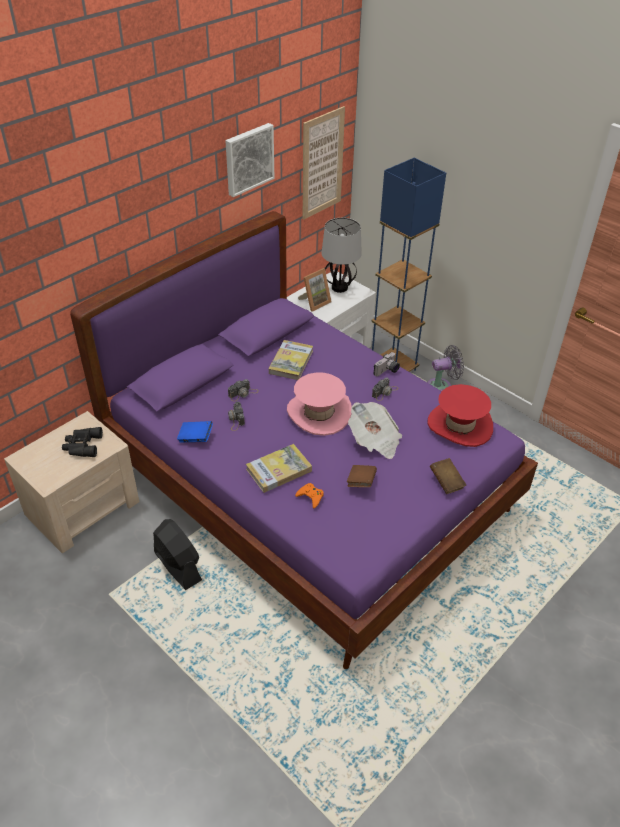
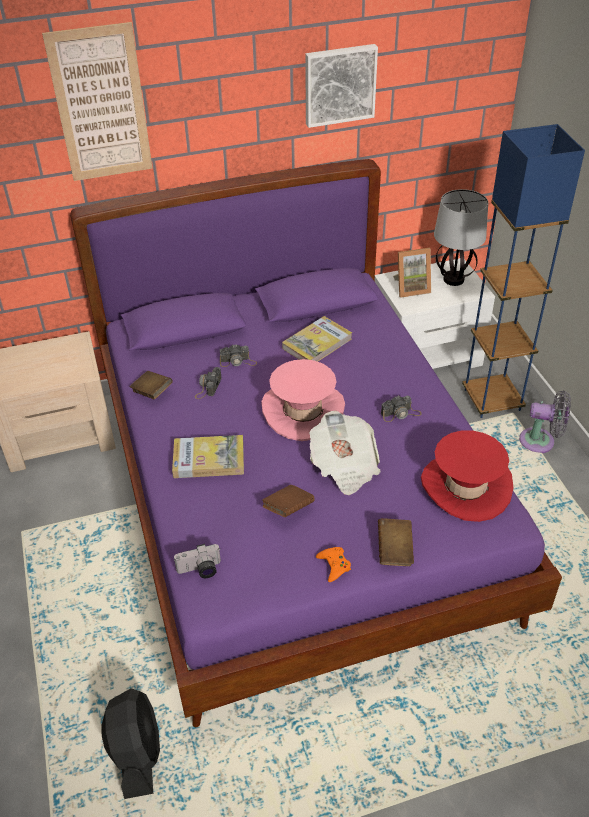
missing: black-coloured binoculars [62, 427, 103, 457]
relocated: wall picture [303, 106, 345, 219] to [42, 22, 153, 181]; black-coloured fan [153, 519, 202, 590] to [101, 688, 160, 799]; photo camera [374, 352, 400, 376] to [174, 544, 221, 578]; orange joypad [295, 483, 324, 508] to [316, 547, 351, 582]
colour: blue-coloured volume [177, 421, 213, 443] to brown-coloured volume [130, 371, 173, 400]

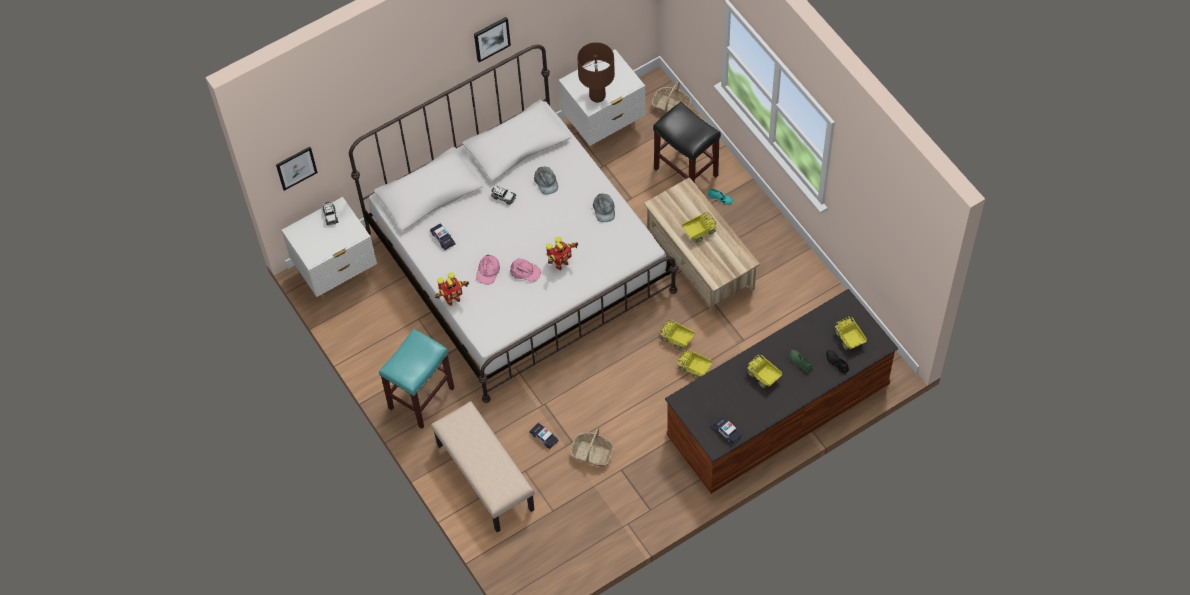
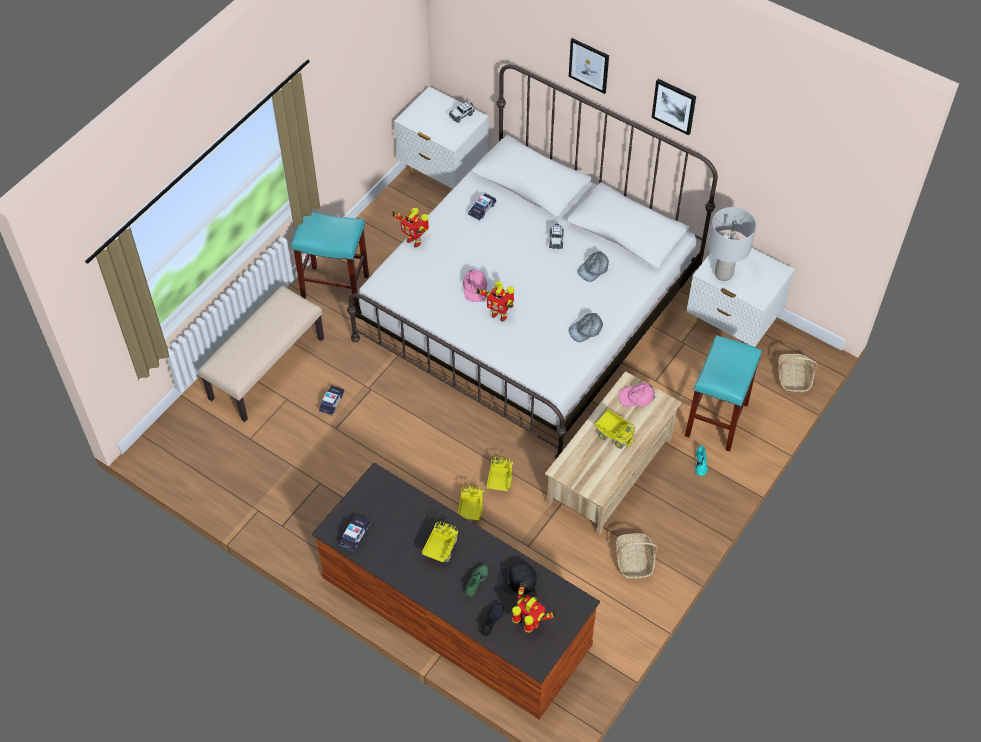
appeared: black-coloured baseball cap [497, 563, 537, 594]
relocated: wall picture [276, 147, 318, 191] to [569, 38, 609, 94]; basket [571, 428, 614, 467] to [616, 533, 658, 579]; pinkish baseball cap [476, 254, 500, 285] to [619, 383, 655, 407]
exchanged: toy truck [835, 316, 867, 350] to toy robot [512, 583, 556, 632]
colour: black-coloured sitting stool [653, 102, 721, 183] to turquoise-coloured sitting stool [685, 335, 762, 452]; brown-coloured tabletop lamp [577, 42, 615, 103] to gray tabletop lamp [708, 207, 756, 281]

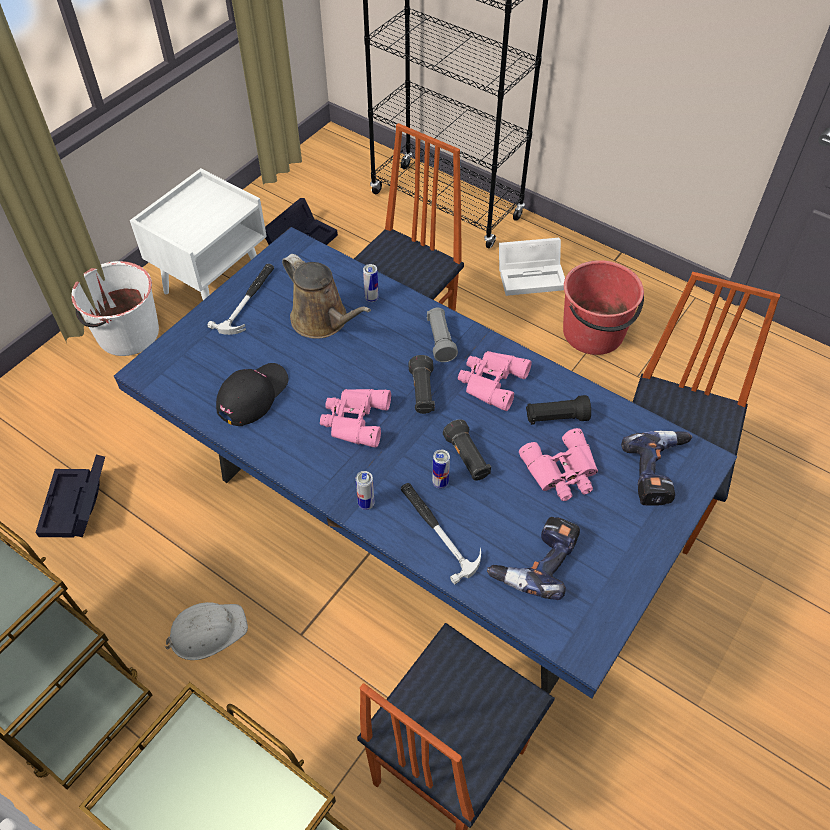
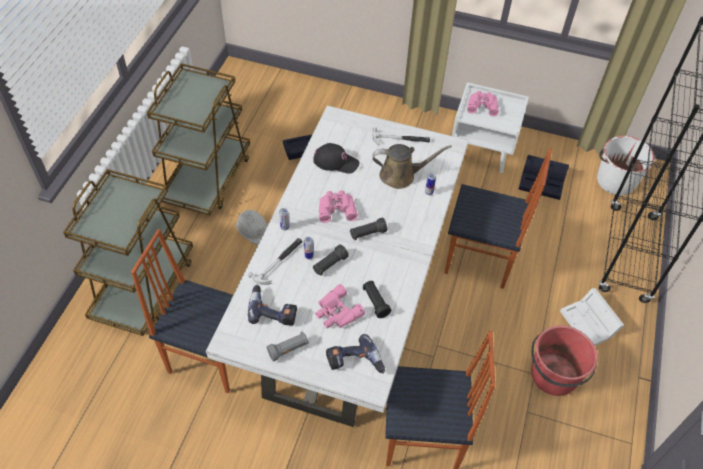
relocated: gray torch [427, 308, 458, 362] to [267, 331, 309, 361]; pinkish binoculars [458, 351, 532, 411] to [467, 91, 499, 116]; whitish pail [71, 261, 159, 356] to [597, 136, 655, 195]
colour: blue-coloured dining table [114, 227, 737, 699] to whitish dining table [206, 106, 469, 427]
spun: brown-coloured watering pot [282, 254, 371, 339] = [372, 144, 452, 189] 120 degrees counterclockwise

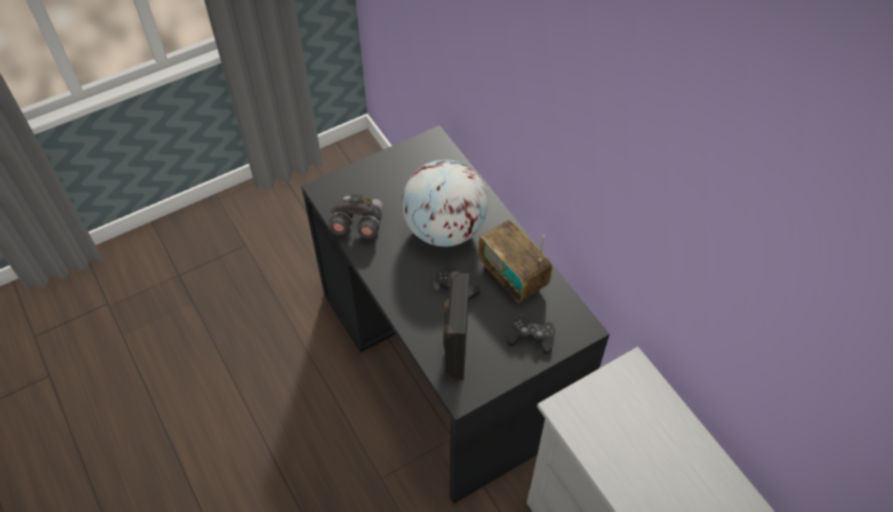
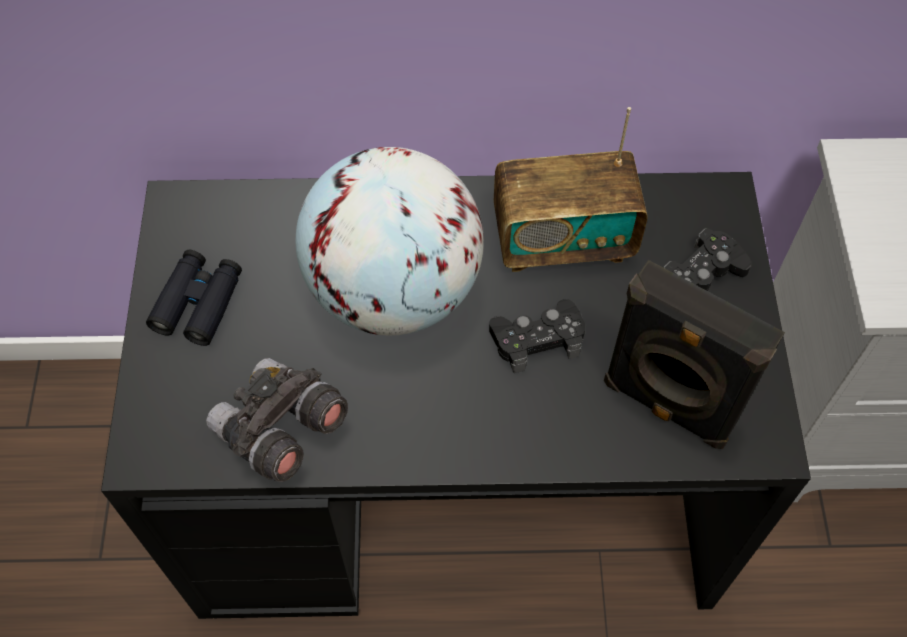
appeared: black-coloured binoculars [146, 250, 242, 346]

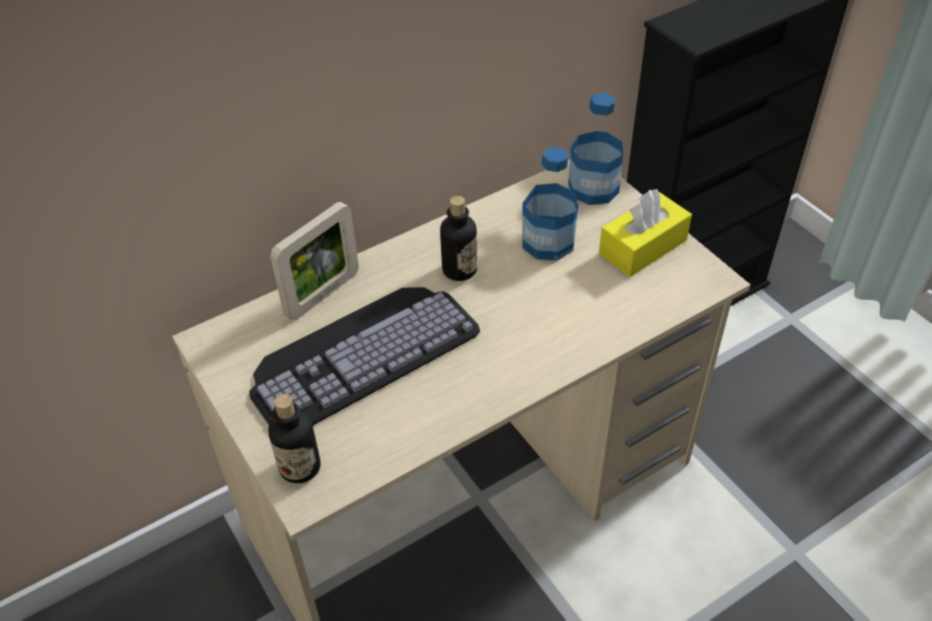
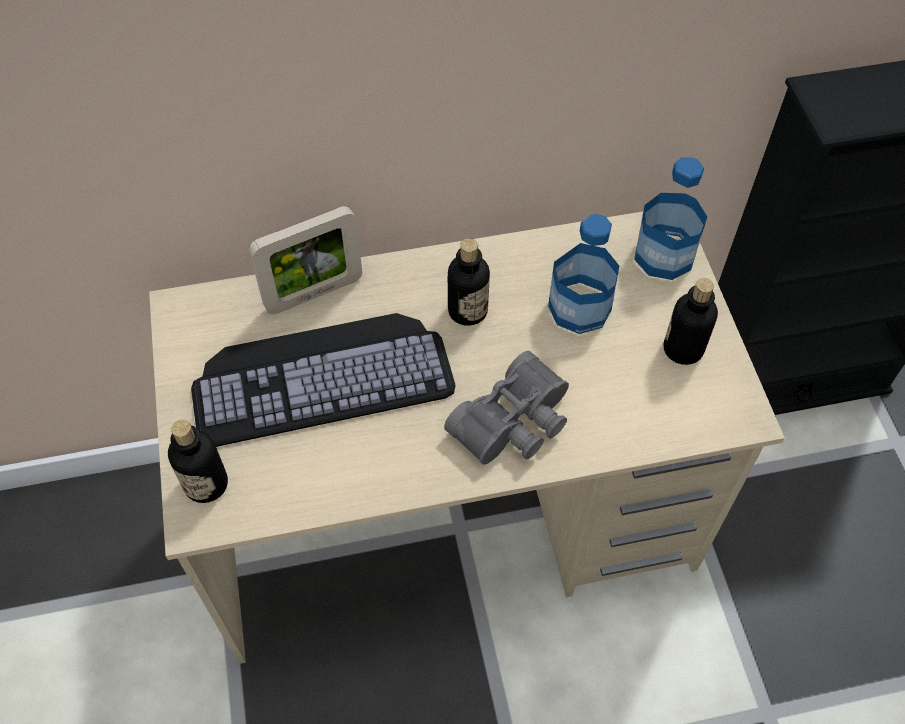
appeared: gray binoculars [444, 351, 569, 465]
exchanged: yellow box of tissues [599, 189, 692, 277] to beverage bottle [664, 278, 718, 365]

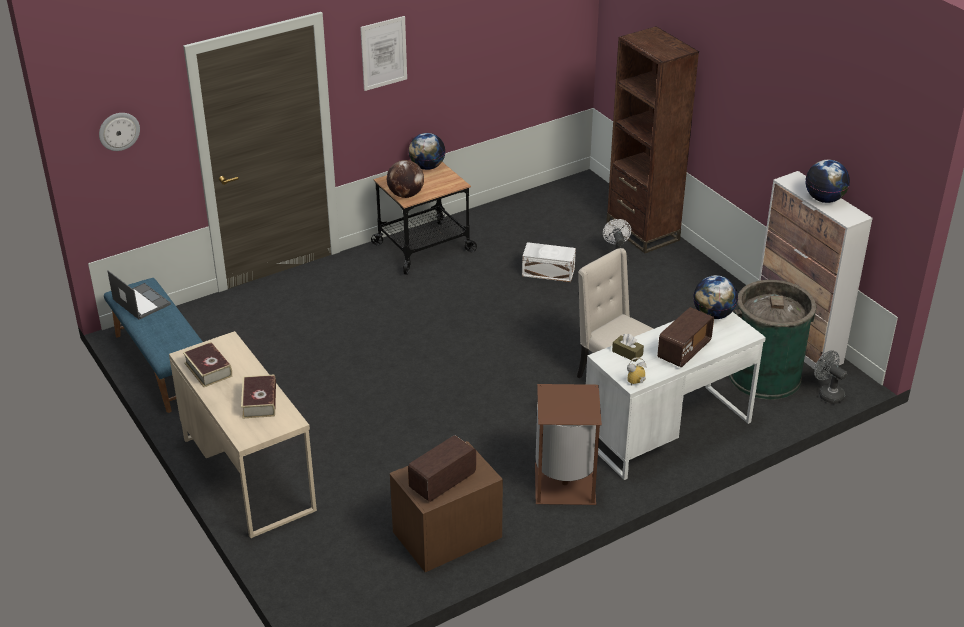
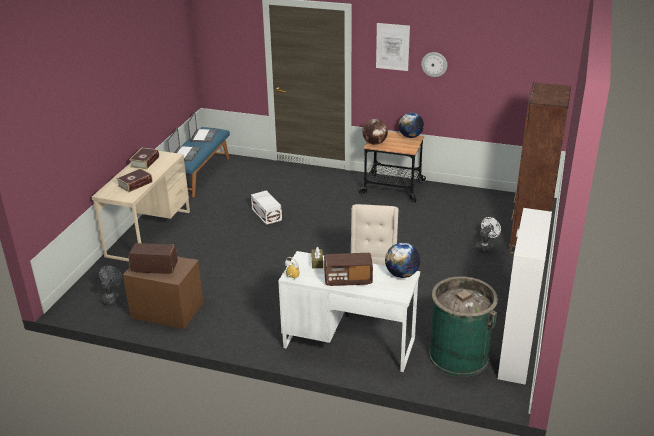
missing: brown-coloured rubbish bin [535, 384, 602, 505]; globe [806, 160, 850, 203]
appeared: laptop [167, 128, 201, 161]
relocated: gray fan [814, 350, 847, 404] to [99, 266, 122, 305]; whitish storage box [522, 242, 576, 282] to [251, 190, 282, 225]; clock on the wall [99, 113, 140, 151] to [421, 52, 447, 77]

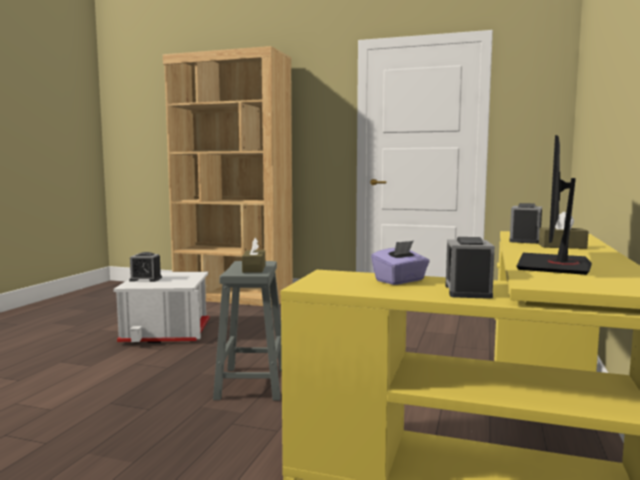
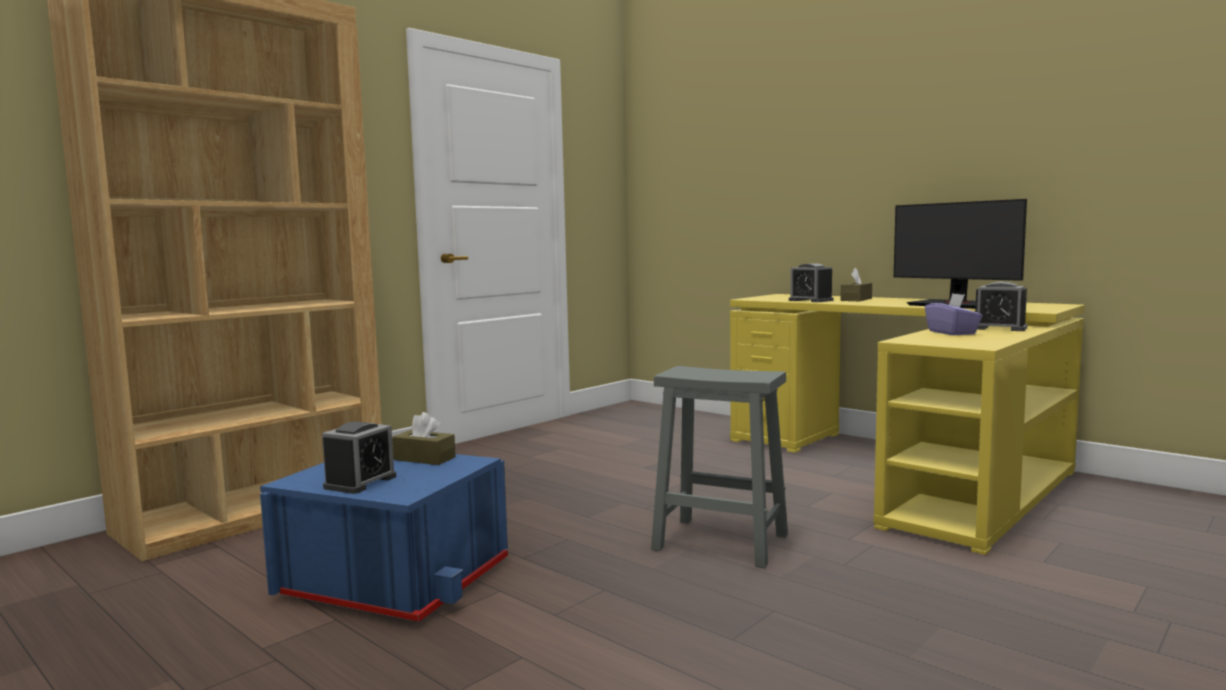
relocated: brown-coloured box of tissues [242, 238, 265, 273] to [392, 412, 456, 465]
colour: whitish storage box [113, 272, 210, 343] to blue-coloured storage box [260, 454, 508, 622]

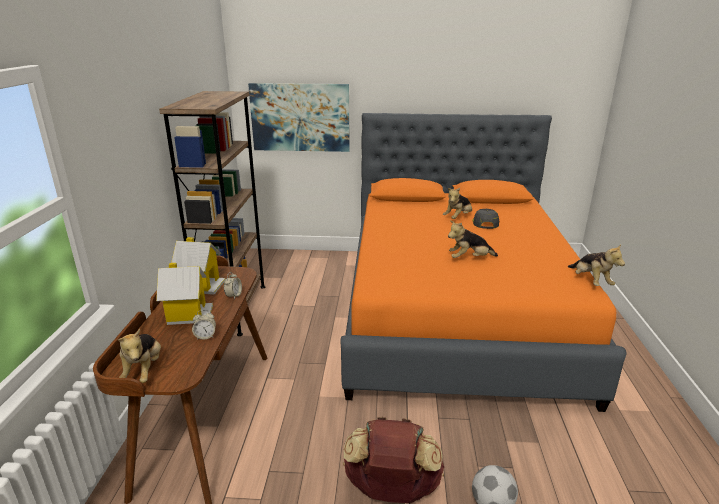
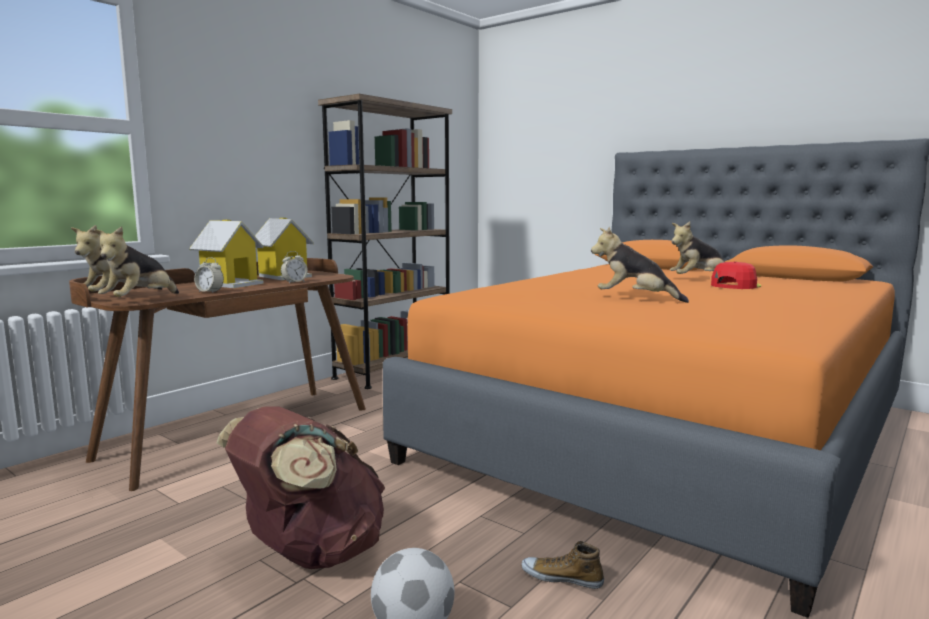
missing: wall picture [248, 83, 350, 152]
appeared: shoe [521, 541, 604, 589]
relocated: cuddly toy [568, 244, 625, 286] to [94, 226, 179, 297]
colour: gray baseball cap [473, 209, 499, 229] to reddish baseball cap [711, 261, 761, 289]

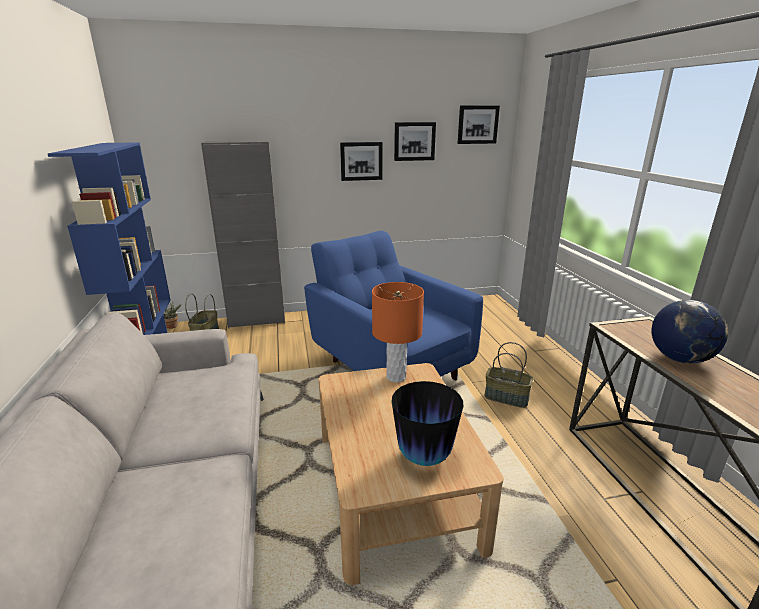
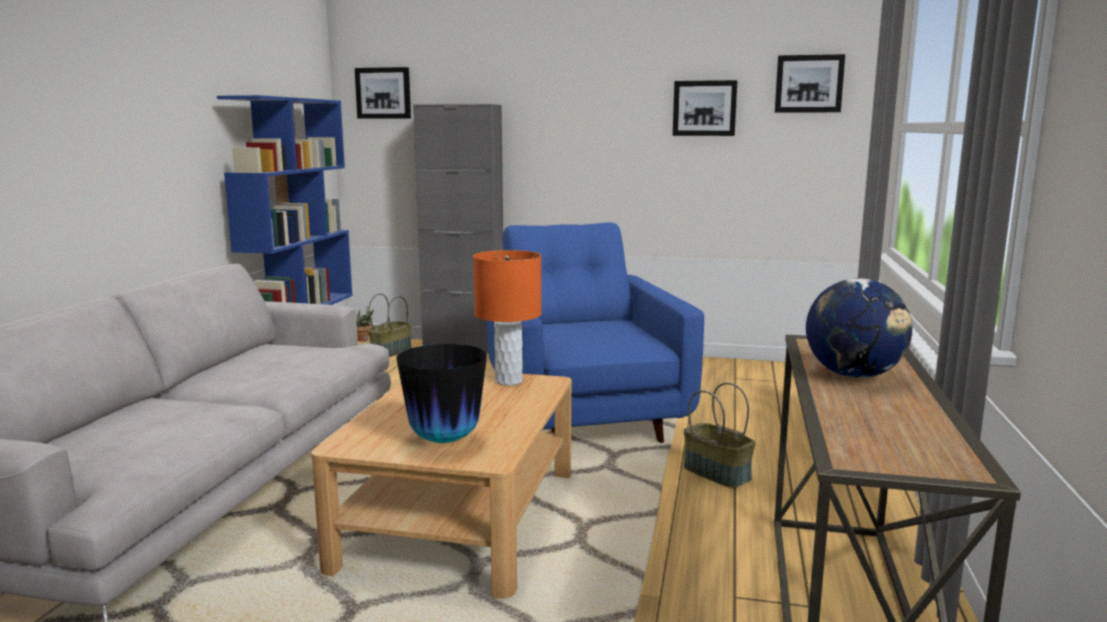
relocated: wall picture [340, 142, 382, 181] to [355, 67, 411, 119]

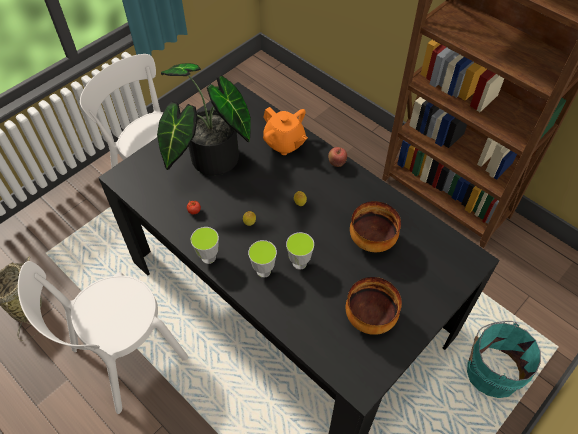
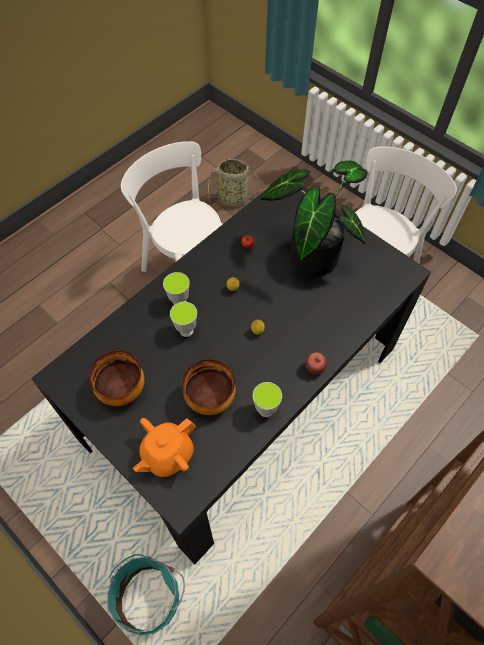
relocated: orange tea pot [263, 107, 308, 155] to [133, 418, 196, 477]; small cup [190, 227, 219, 264] to [253, 382, 282, 417]

